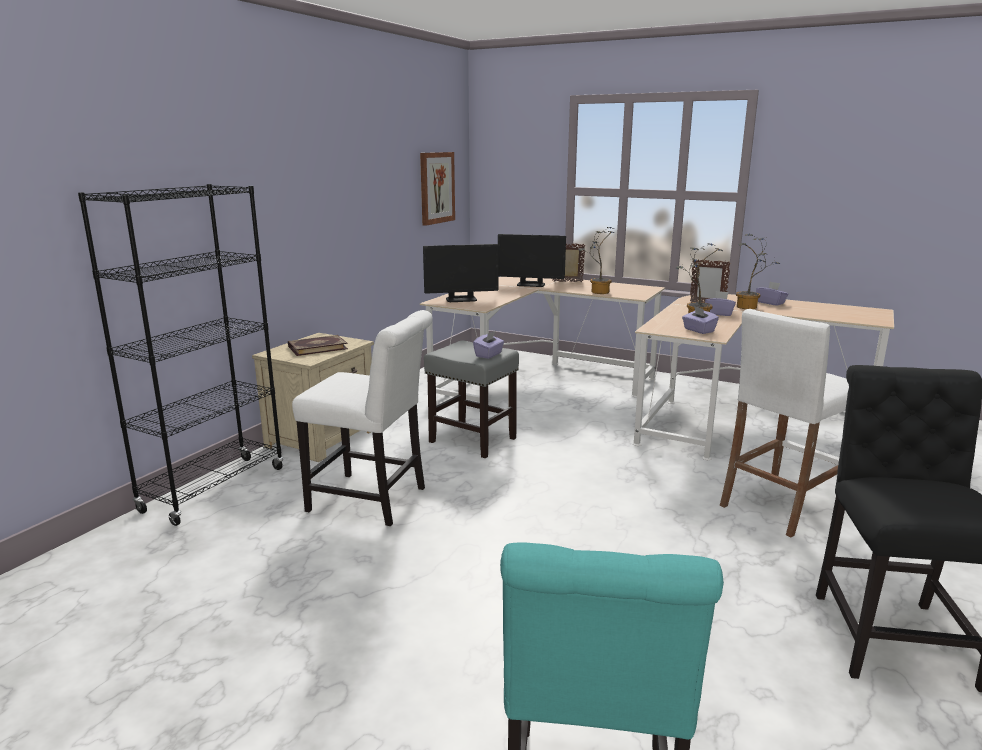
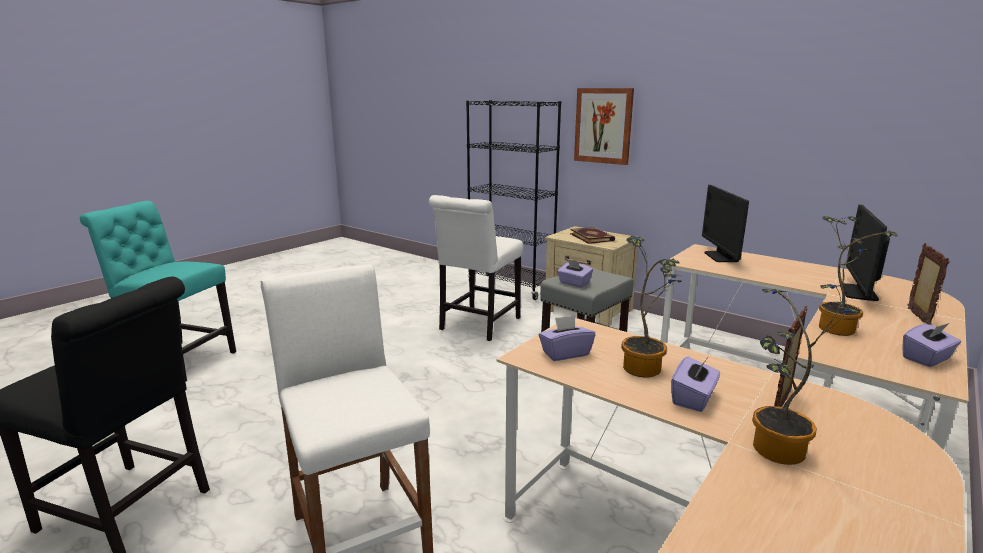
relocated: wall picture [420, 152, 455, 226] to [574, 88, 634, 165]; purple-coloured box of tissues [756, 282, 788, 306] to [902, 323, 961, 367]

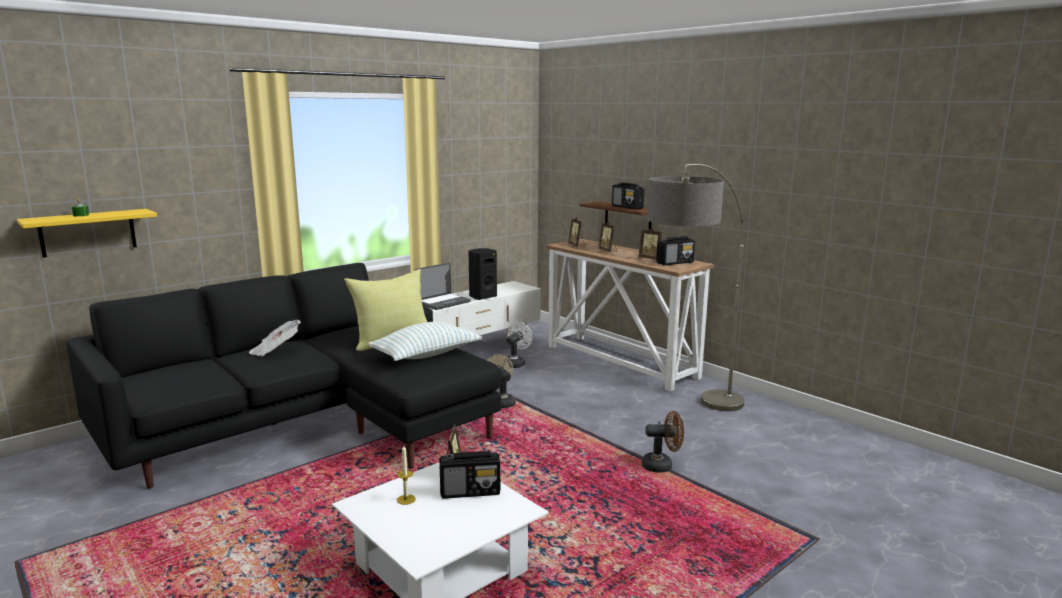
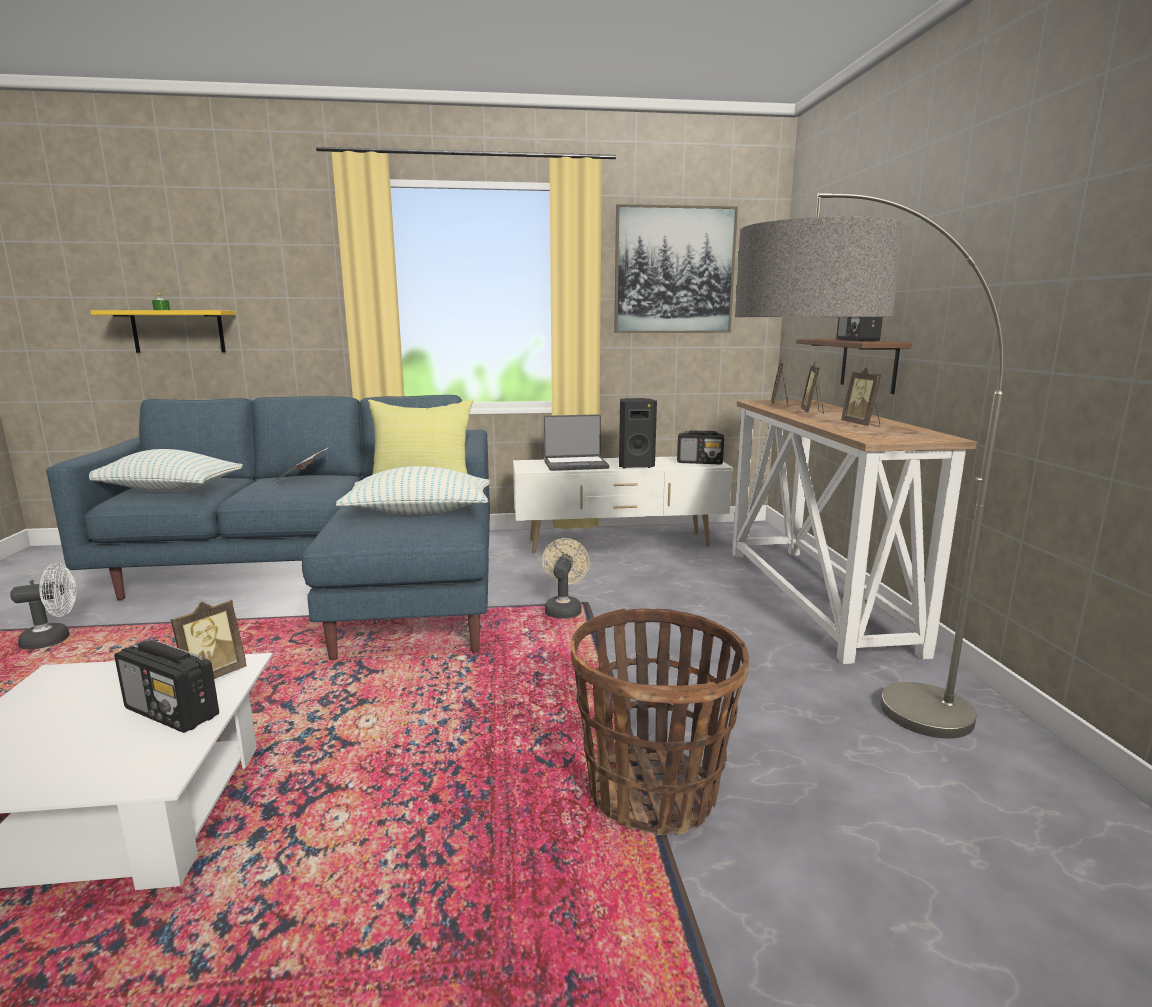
missing: candle [397, 445, 416, 505]
appeared: pillow [89, 449, 243, 492]; wall picture [614, 204, 738, 333]
relocated: whitish fan [504, 322, 532, 368] to [10, 563, 76, 650]; radio set [656, 236, 695, 265] to [677, 431, 724, 464]
exchanged: brown-coloured fan [642, 411, 684, 473] to basket [570, 608, 749, 835]
colour: black-coloured sofa [66, 263, 502, 488] to blue-coloured sofa [46, 395, 490, 660]

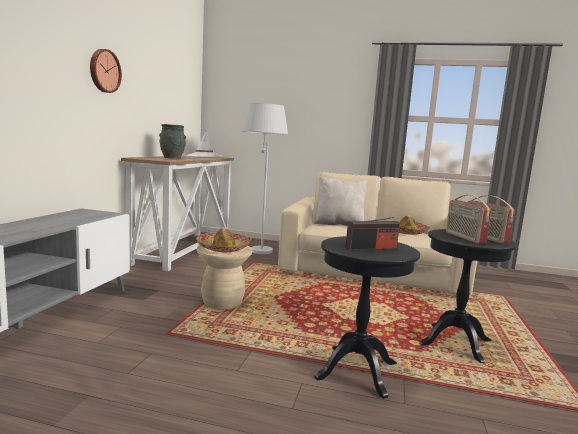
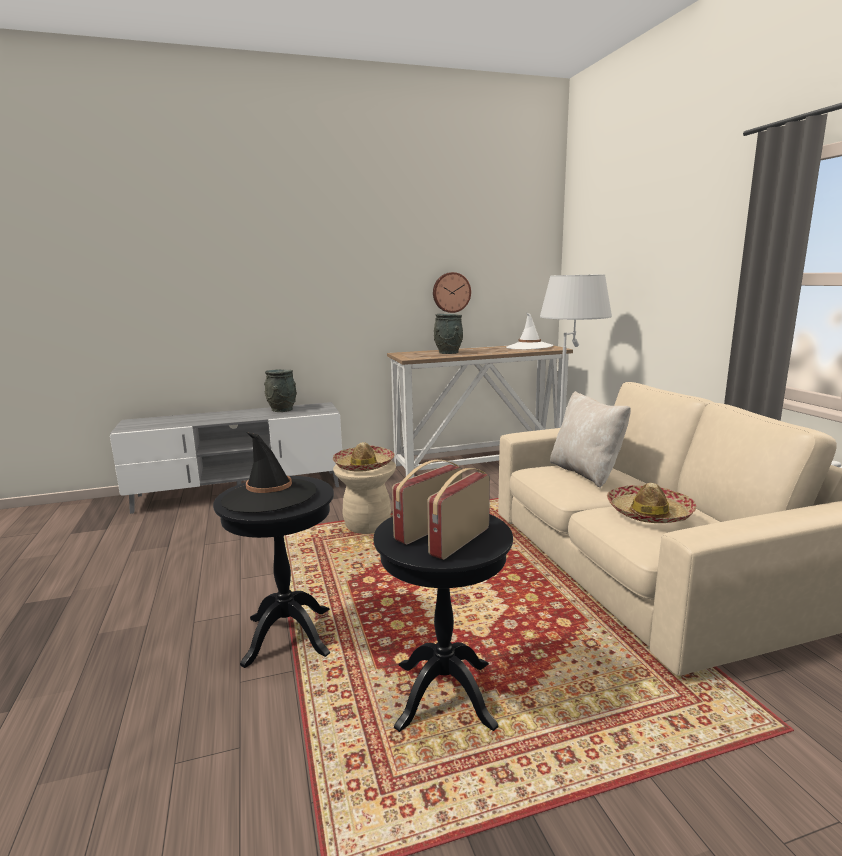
appeared: gray flower vase [264, 369, 297, 412]
relocated: clock on the wall [90, 49, 122, 93] to [433, 272, 471, 313]
exchanged: radio set [346, 217, 400, 250] to black-coloured wearable hat [221, 432, 317, 513]

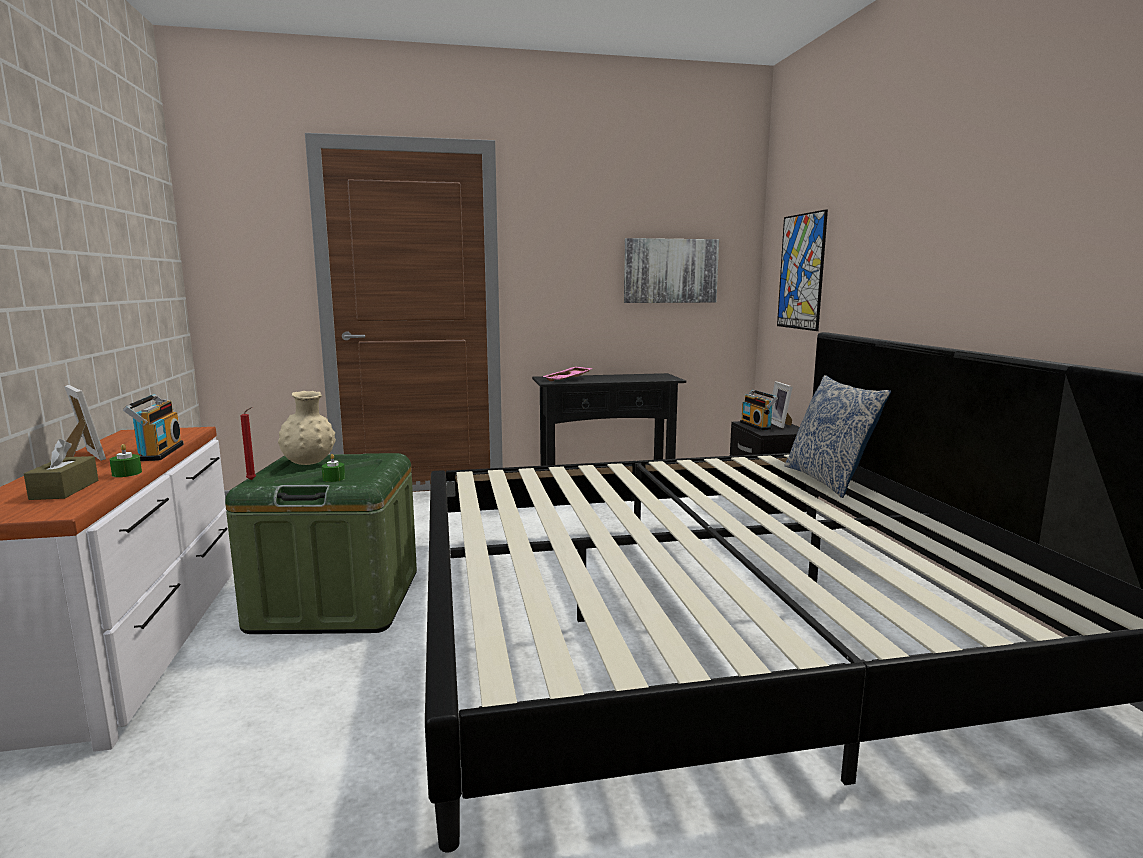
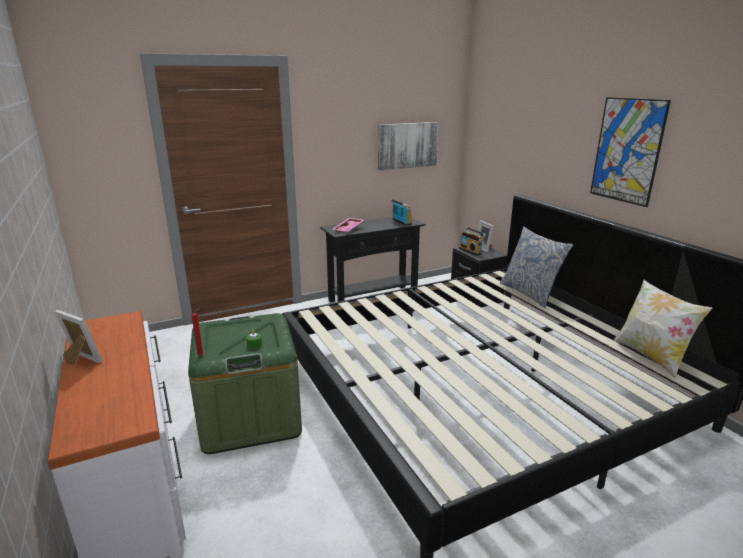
missing: brown-coloured box of tissues [24, 439, 98, 500]; greenish candle [109, 444, 142, 477]; sand-coloured flower vase [278, 391, 336, 465]
appeared: pillow [613, 279, 713, 378]
relocated: radio set [123, 394, 184, 461] to [390, 199, 412, 226]; wall picture [777, 209, 828, 331] to [590, 97, 671, 207]

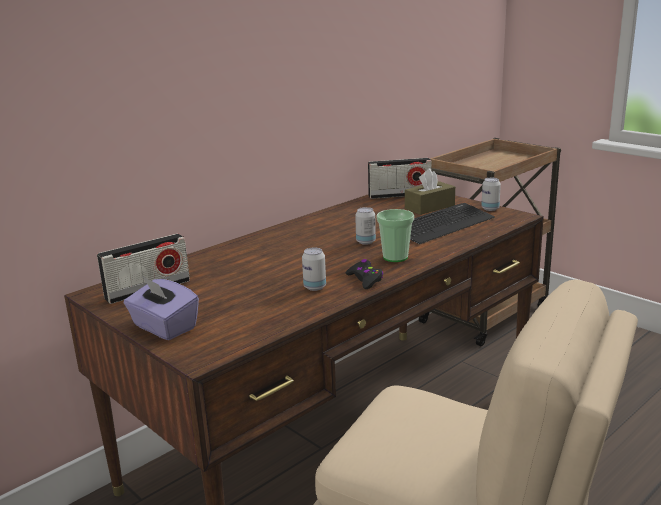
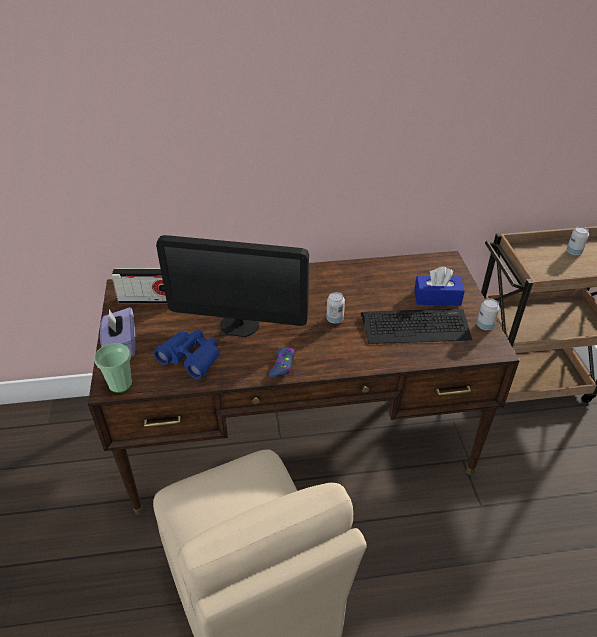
missing: radio set [368, 158, 432, 199]
appeared: blue-coloured binoculars [154, 330, 220, 379]; computer display [156, 235, 309, 337]
relocated: small cup [377, 209, 414, 262] to [94, 343, 132, 393]; sealed can [302, 247, 326, 291] to [567, 226, 589, 255]
colour: black-coloured joypad [345, 259, 384, 289] to blue-coloured joypad [269, 348, 295, 377]; brown-coloured box of tissues [405, 168, 455, 215] to blue-coloured box of tissues [414, 267, 465, 306]

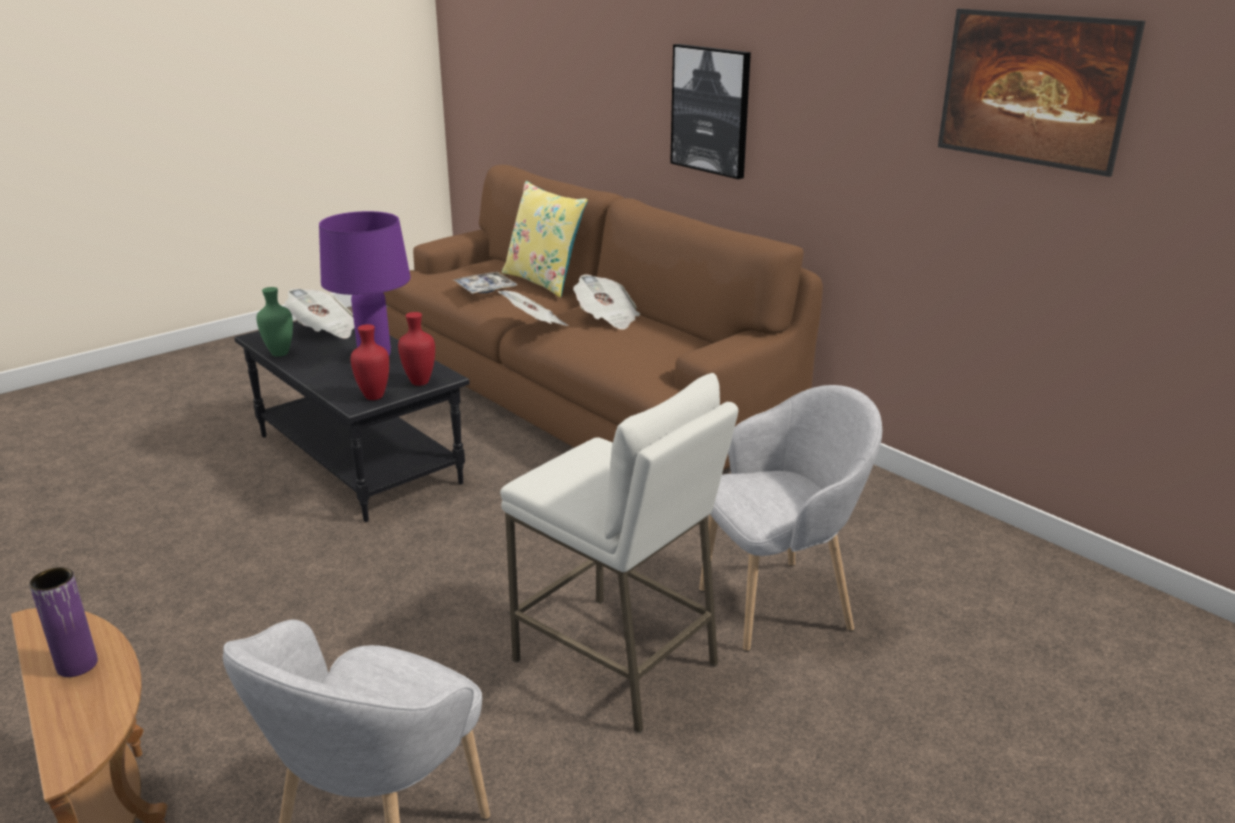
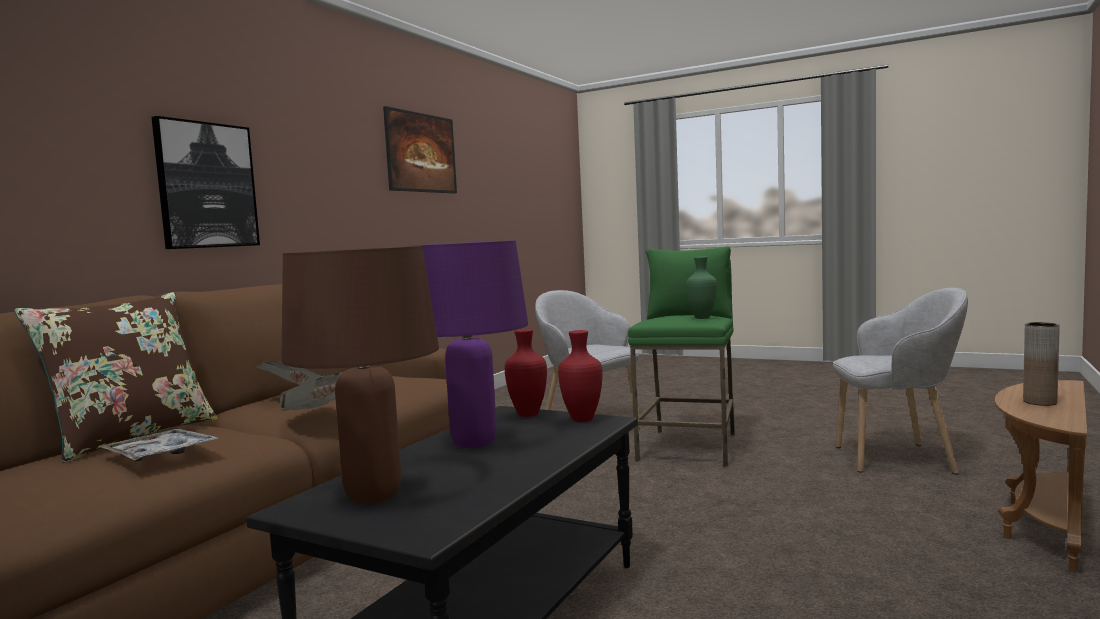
relocated: greenish flower vase [256, 287, 293, 357] to [686, 257, 717, 319]
exchanged: daily paper [285, 288, 355, 338] to brown-coloured tabletop lamp [281, 246, 439, 504]
colour: yellow pillow [502, 181, 588, 298] to brown-coloured pillow [14, 292, 218, 463]; whitish sitting stool [500, 373, 739, 733] to greenish sitting stool [628, 246, 735, 466]; purple-coloured flower vase [29, 567, 98, 677] to brown-coloured flower vase [1023, 322, 1060, 406]

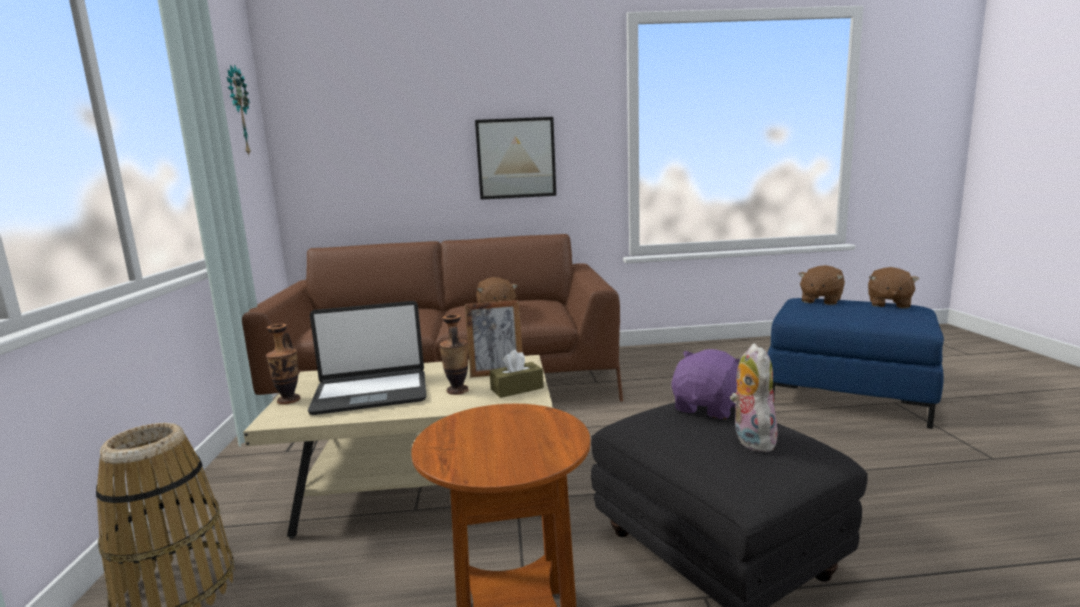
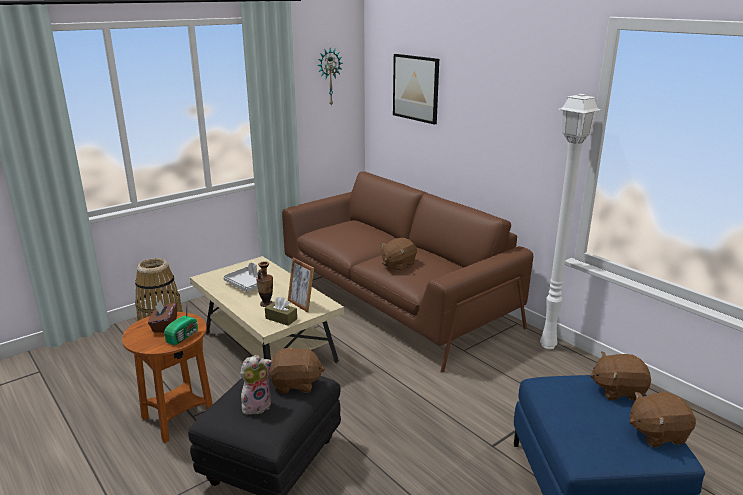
missing: flower vase [266, 324, 301, 405]
appeared: brown-coloured box of tissues [148, 300, 177, 333]; radio set [164, 304, 198, 345]; whitish standard lamp [540, 94, 601, 349]
relocated: wall picture [475, 117, 556, 200] to [393, 54, 439, 125]
exchanged: laptop [308, 301, 426, 415] to gray serving tray [223, 262, 262, 292]
colour: purple-coloured cuddly toy [672, 349, 740, 419] to brown-coloured cuddly toy [270, 346, 325, 393]

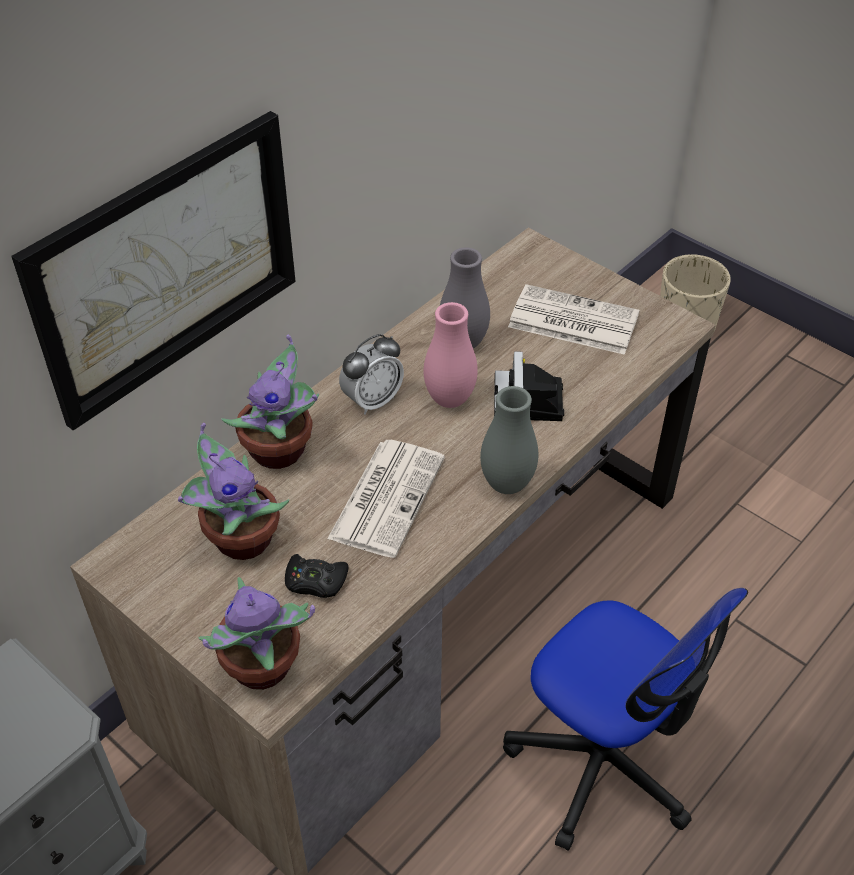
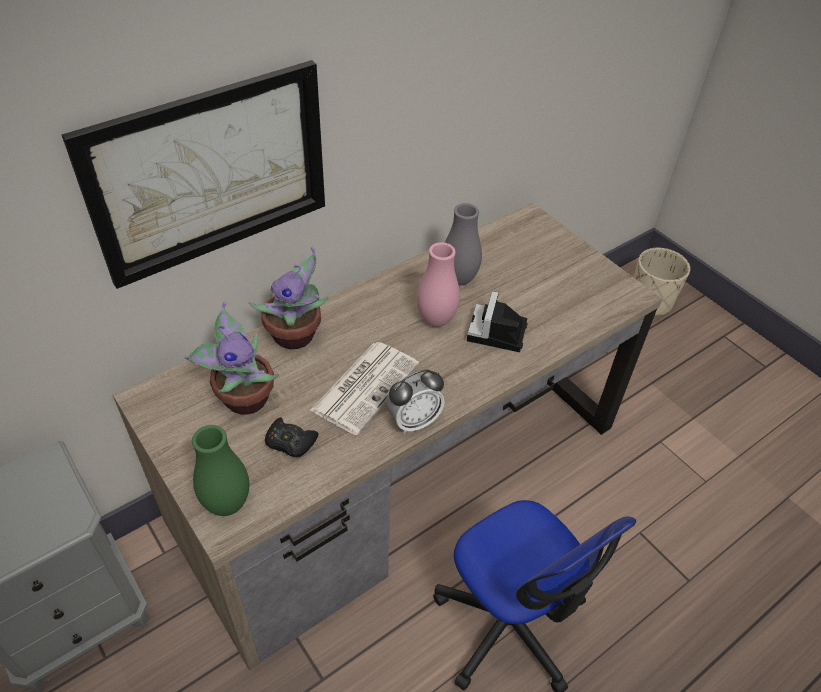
missing: gray flower vase [480, 386, 538, 494]; daily paper [508, 284, 639, 355]
relocated: alarm clock [339, 334, 404, 415] to [386, 369, 445, 434]
exchanged: plant in a pot [199, 577, 315, 690] to greenish flower vase [192, 425, 249, 516]

